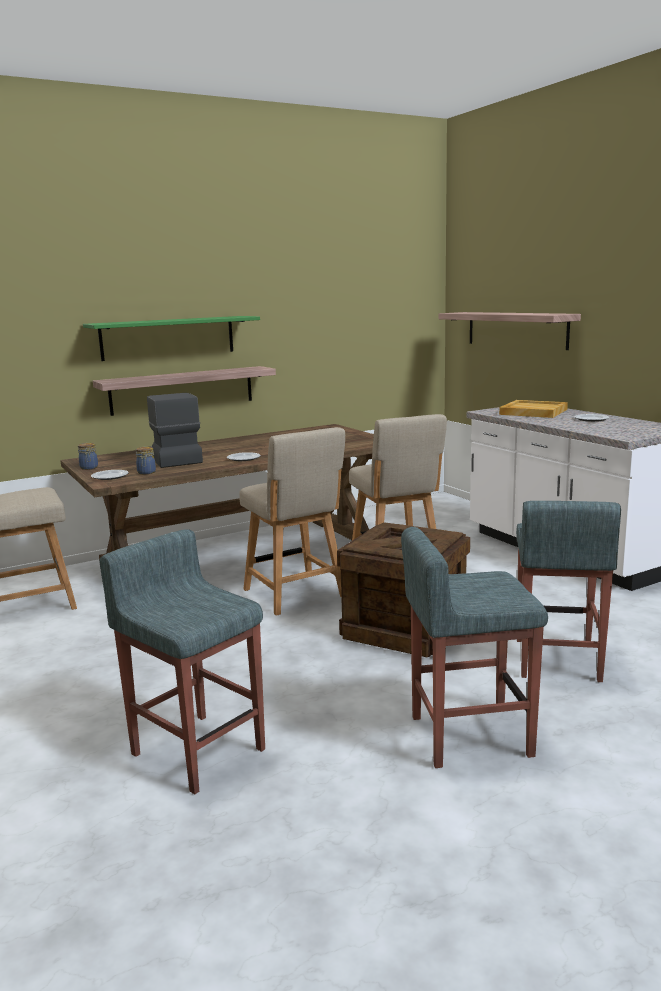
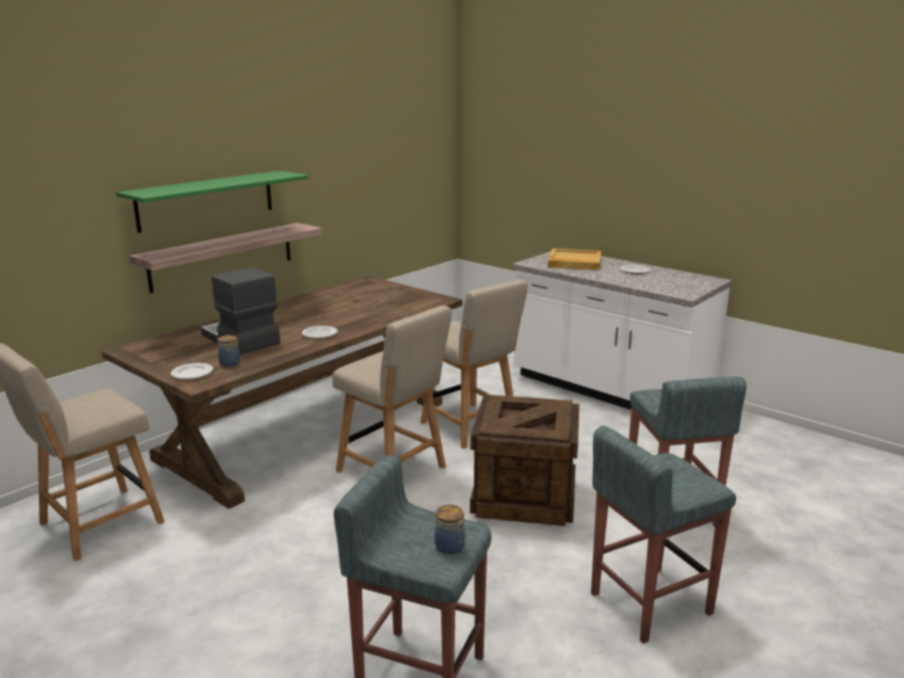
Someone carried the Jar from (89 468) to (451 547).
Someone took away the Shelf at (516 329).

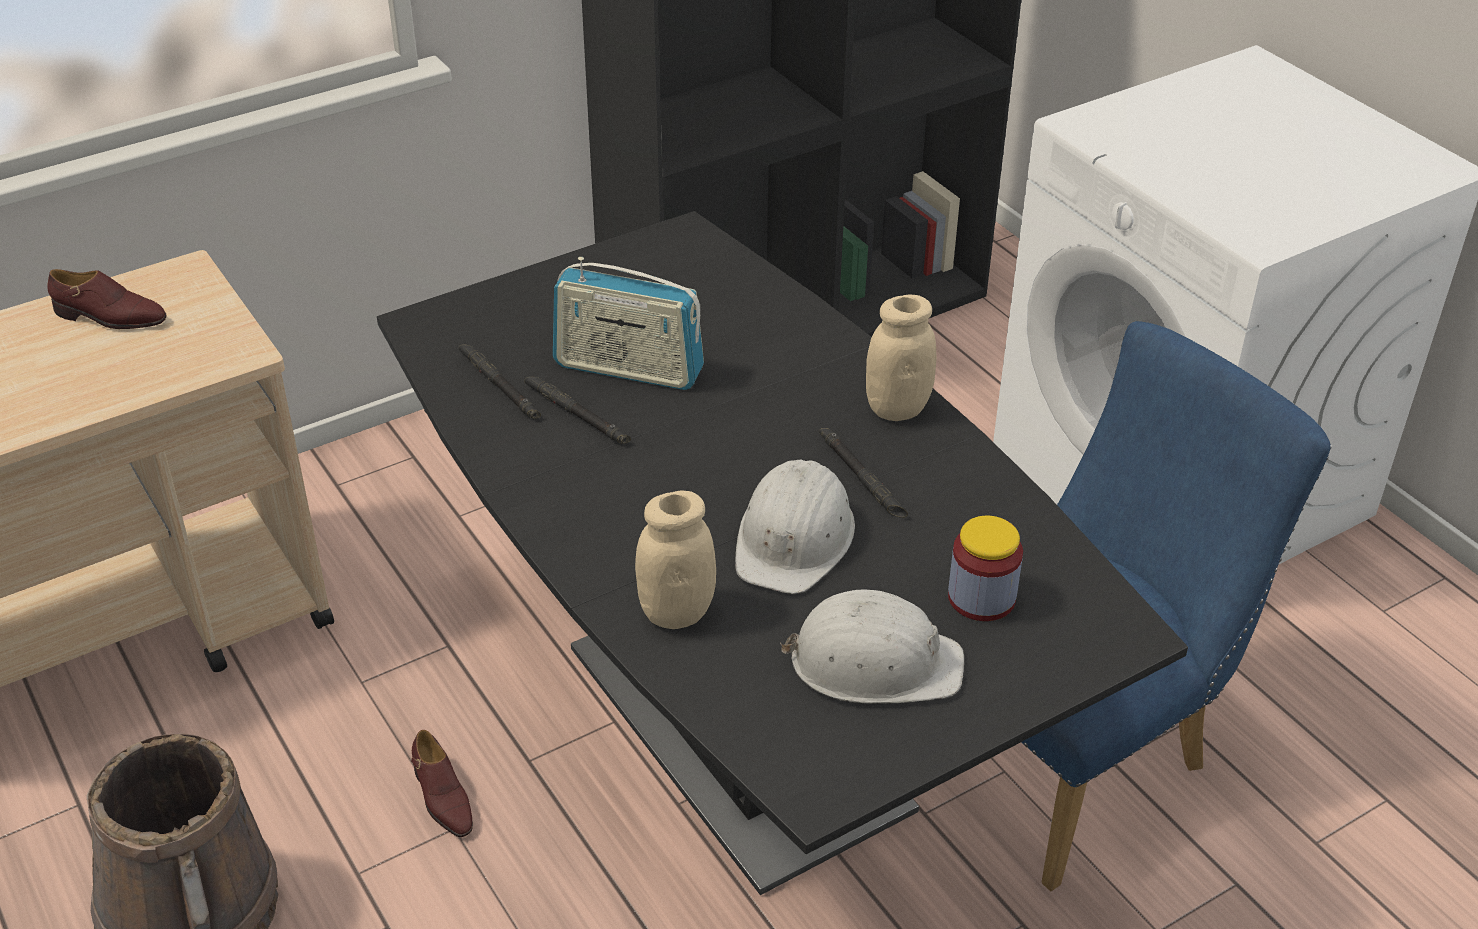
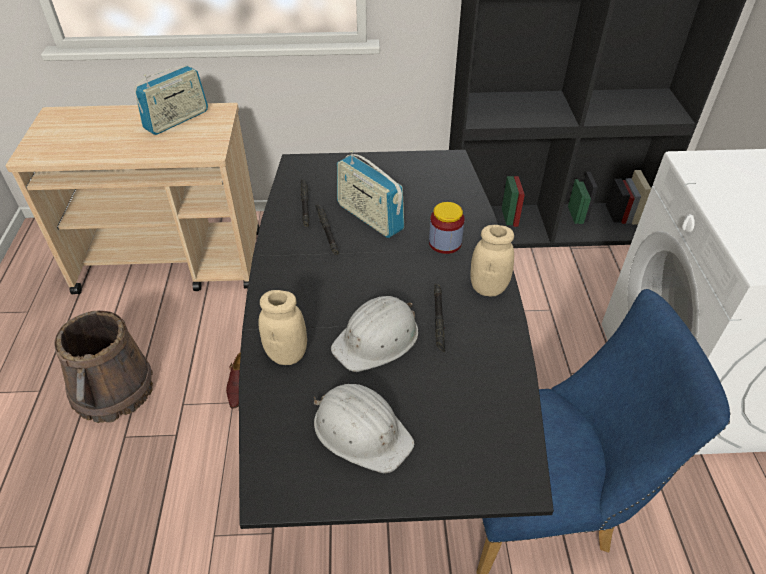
Someone swapped the BrownShoe at (110 317) for the Radio at (177 120).
Someone carried the Jar from (981 598) to (445 243).

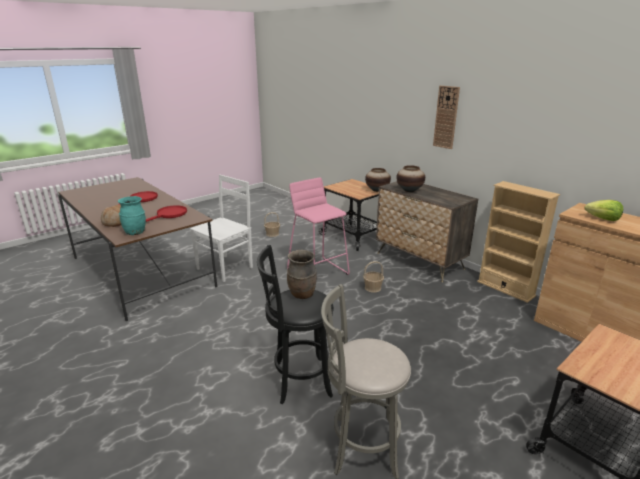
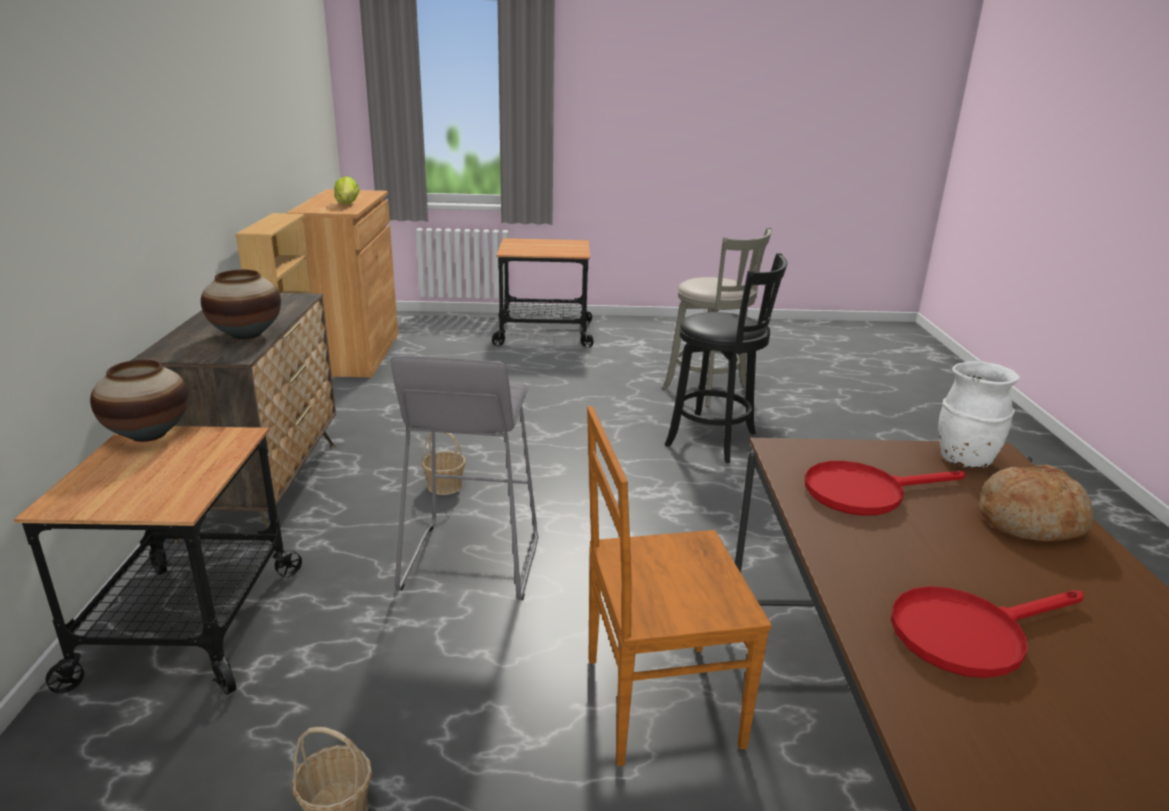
Someone repainted the TurquoiseVase at (135 232), which became the WhiteVase at (963 460).
Someone repainted the WhiteChair at (226 267), which became the BrownChair at (656 701).
Someone repainted the PinkStool at (318 272), which became the GreyStool at (470 562).
Someone took away the BrownVase at (302 295).
Someone took away the WallClock at (446 117).

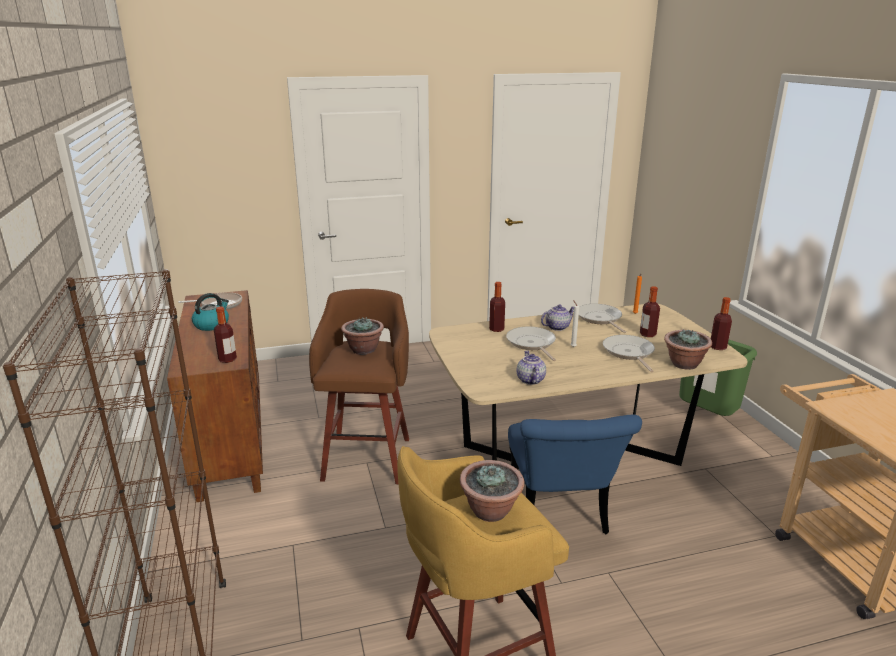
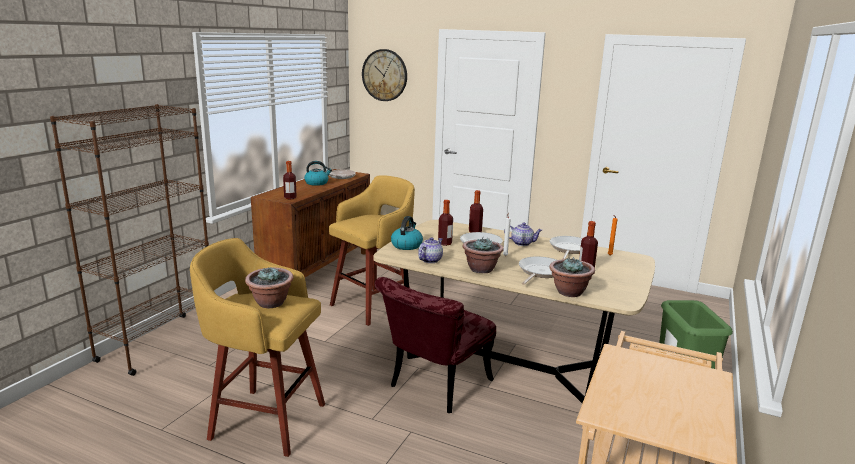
Someone repainted the BrownStool at (367 457), which became the YellowStool at (374 305).
Someone carried the PottedPlant from (363 350) to (481 269).
Someone repainted the BlueChair at (559 516), which became the RedChair at (434 388).
Someone carried the Bottle from (718 347) to (445 243).
Someone put up the WallClock at (384 75).
Someone put down the Kettle at (406 245).

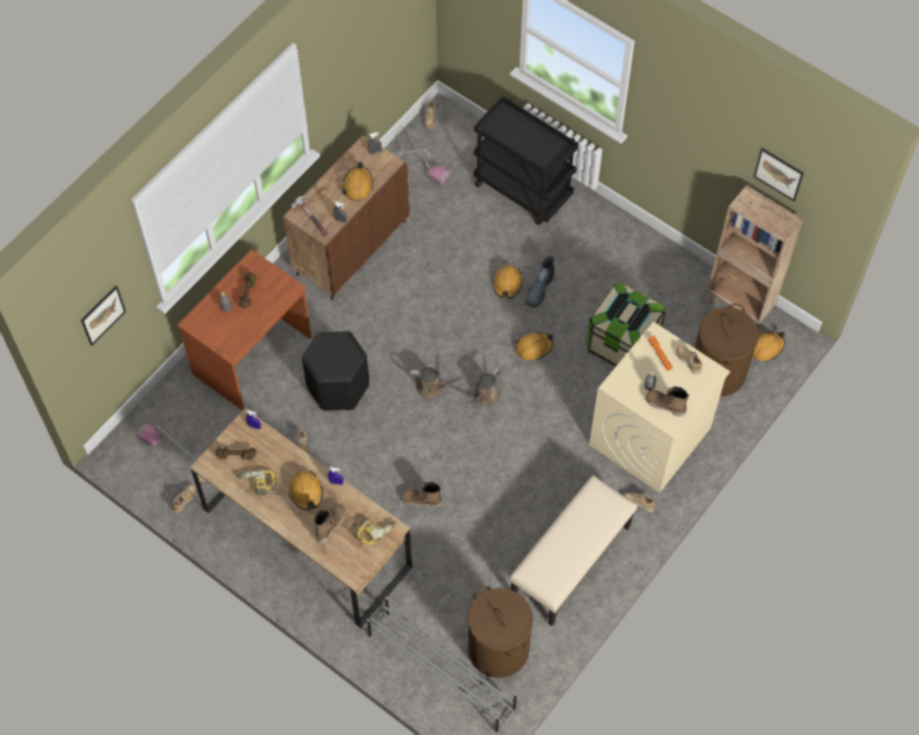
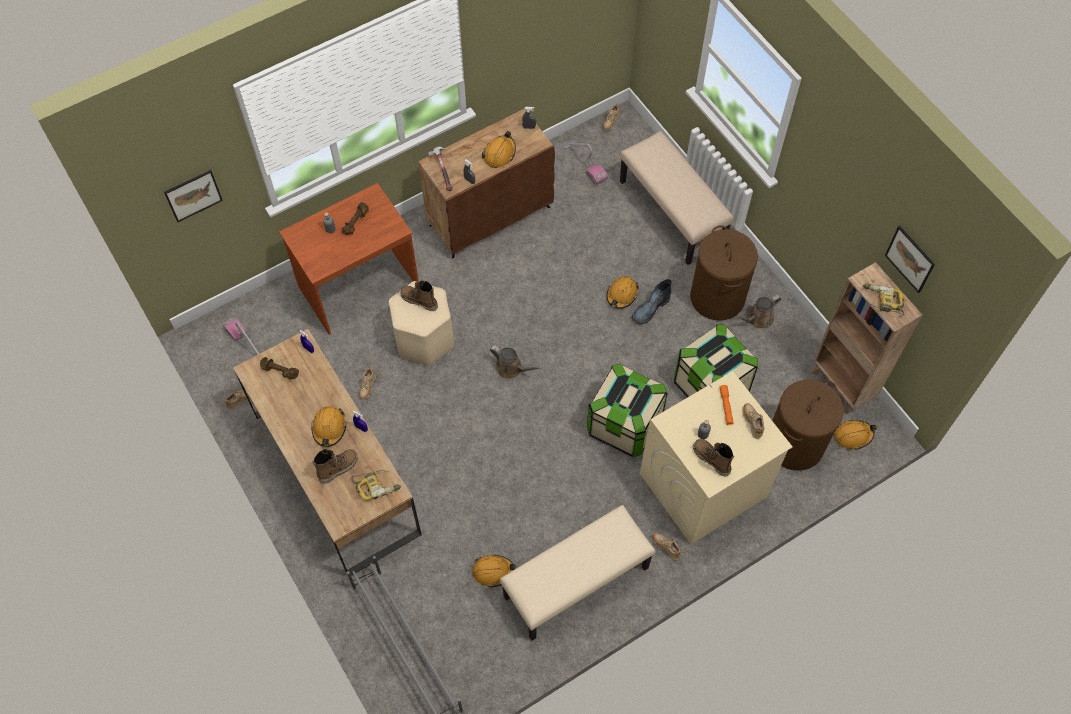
Someone carried the PowerDrill from (258 485) to (882 301).
Someone repainted the BlackStool at (338 386), which became the BeigeStool at (424 340).
Someone carried the Boot from (422 501) to (419 301).
Someone carried the BrownWateringCan from (484 395) to (758 319).
Someone carried the BrownLaundryBasket from (498 649) to (717 297).
Someone swapped the BlackCart at (524 191) for the BeigeBench at (672 212).
Someone carried the OrangeHardHat from (533 347) to (493 571).
Someone put down the StorageBox at (624 424).

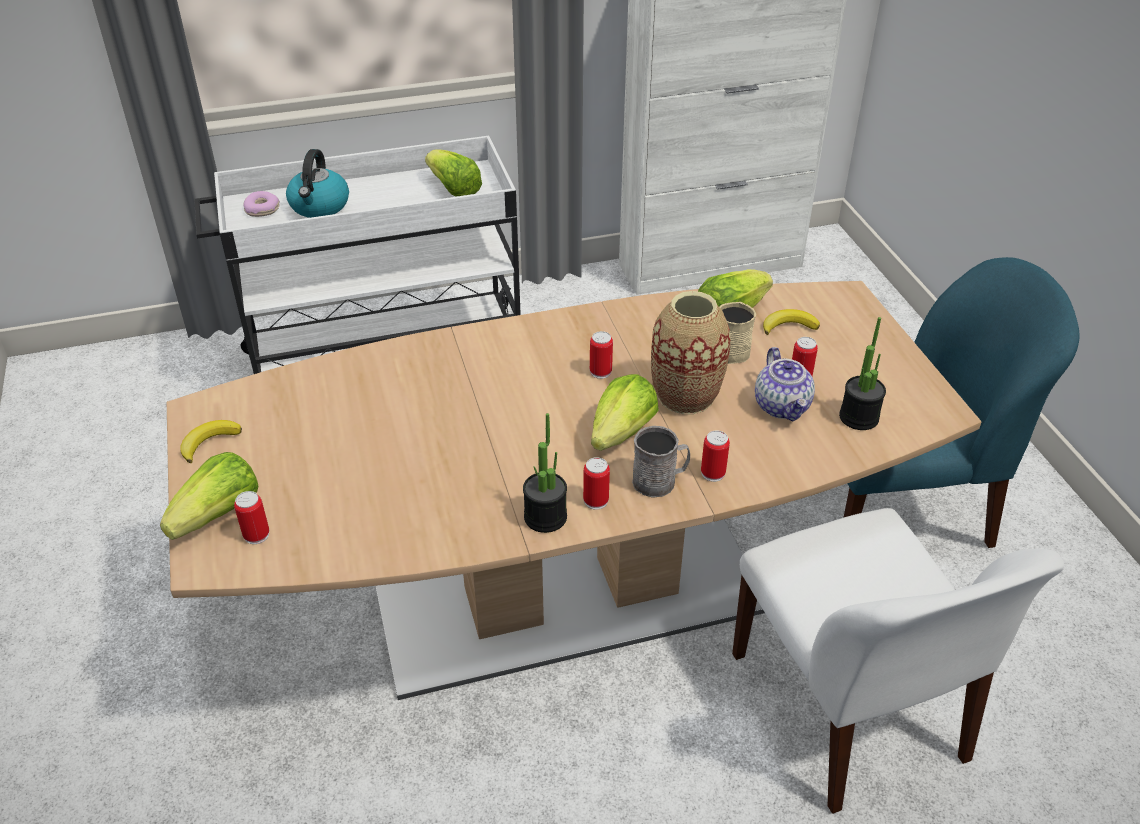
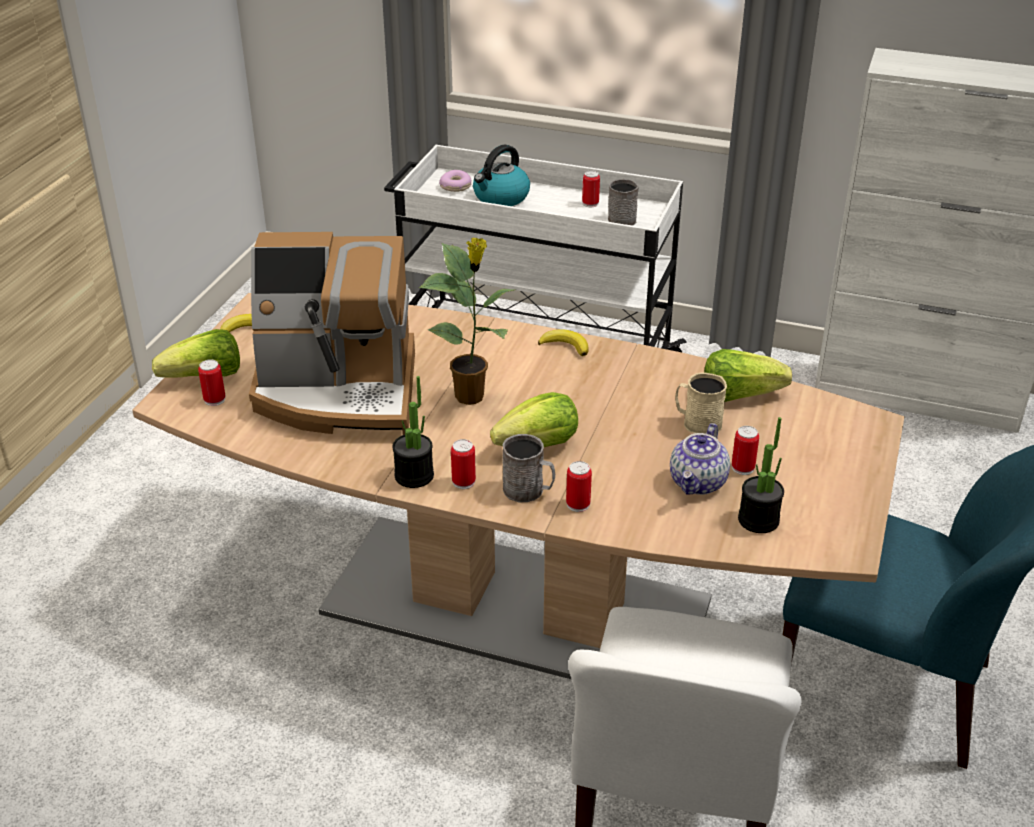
Someone swapped the Lettuce at (453 189) for the GreyMug at (621 218).
Someone carried the Can from (600 372) to (590 203).
Someone took away the Vase at (685 395).
Someone carried the Banana from (788 326) to (565 345).
Someone put down the CoffeeMachine at (338 392).
Someone put down the PottedPlant at (471 396).

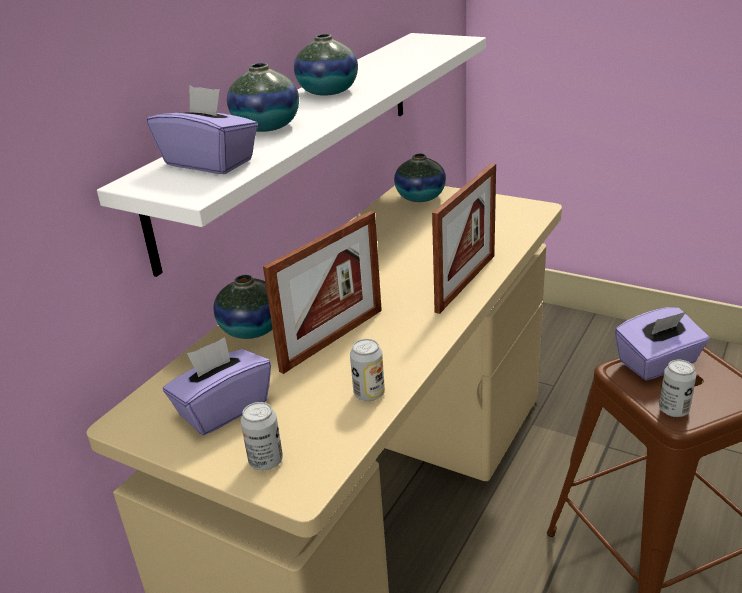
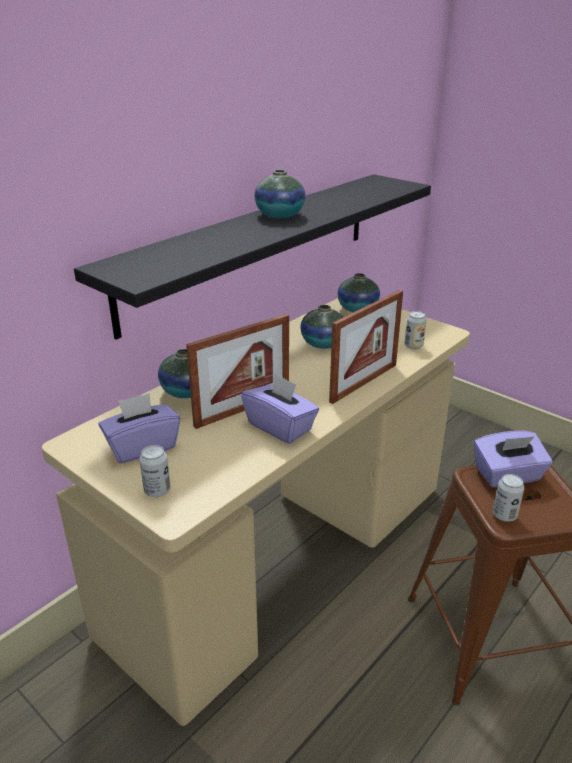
Someone repainted the WhiteShelf at (297 136), which became the BlackShelf at (254 247).
Someone carried the PurpleTissueBox from (210 162) to (280 427).
Someone carried the Vase from (266 127) to (323 343).
Someone carried the Can from (369 394) to (413 346).

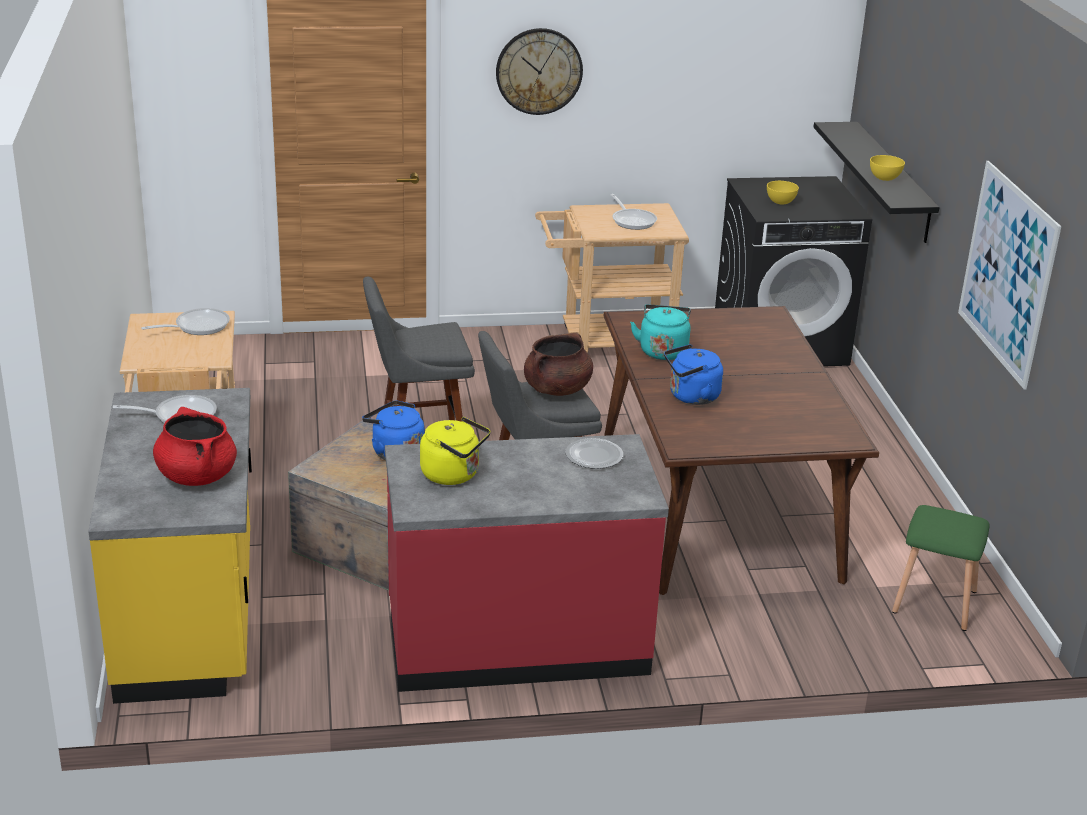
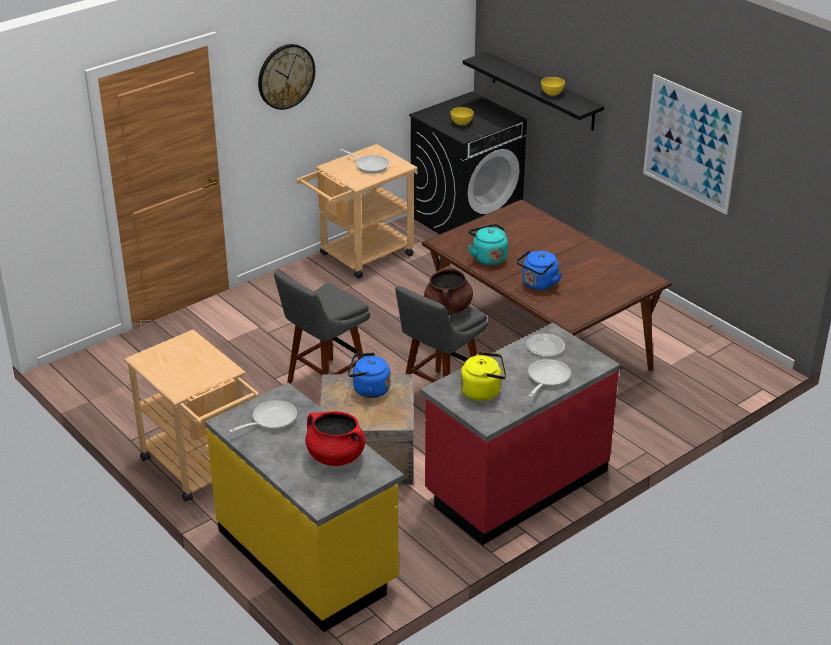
Someone carried the FryingPan from (197 326) to (547 378).
Someone took away the GreenStool at (935 602).

